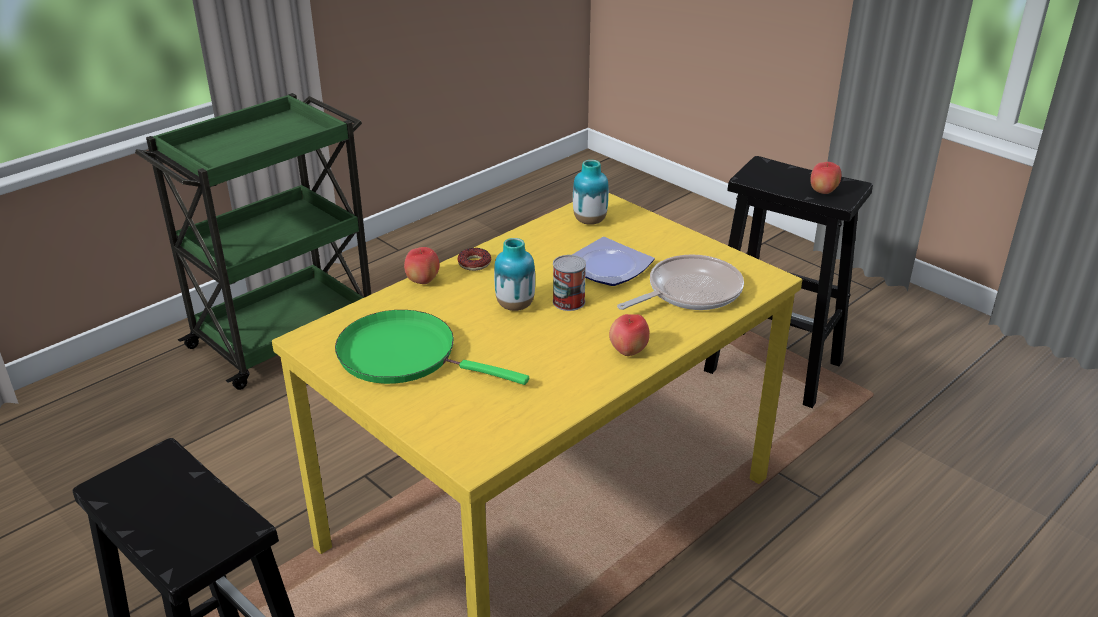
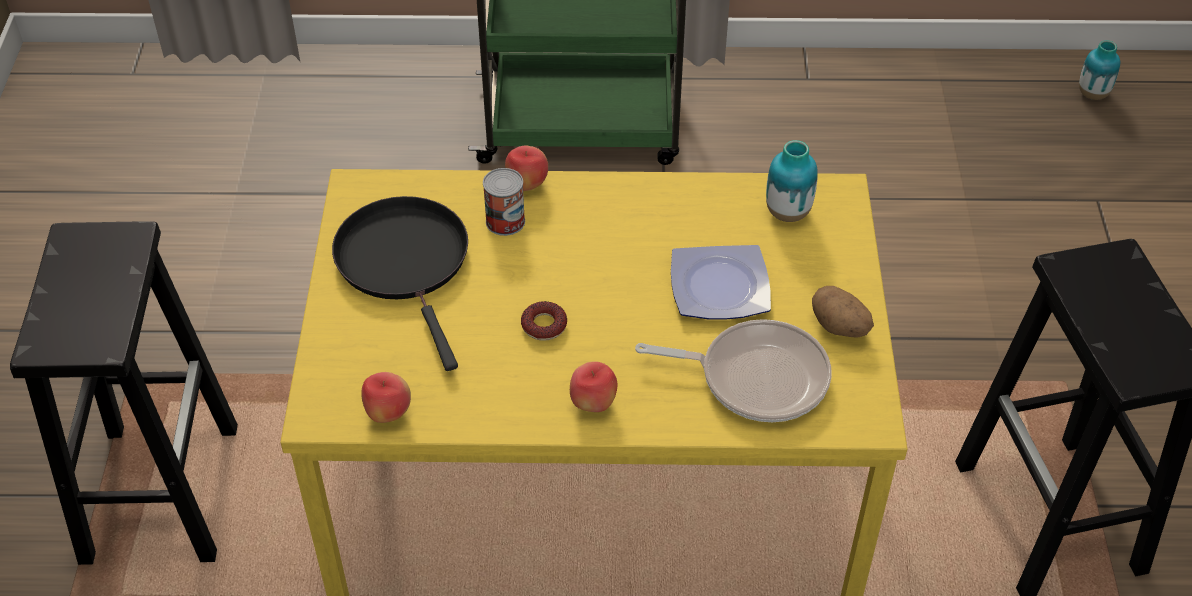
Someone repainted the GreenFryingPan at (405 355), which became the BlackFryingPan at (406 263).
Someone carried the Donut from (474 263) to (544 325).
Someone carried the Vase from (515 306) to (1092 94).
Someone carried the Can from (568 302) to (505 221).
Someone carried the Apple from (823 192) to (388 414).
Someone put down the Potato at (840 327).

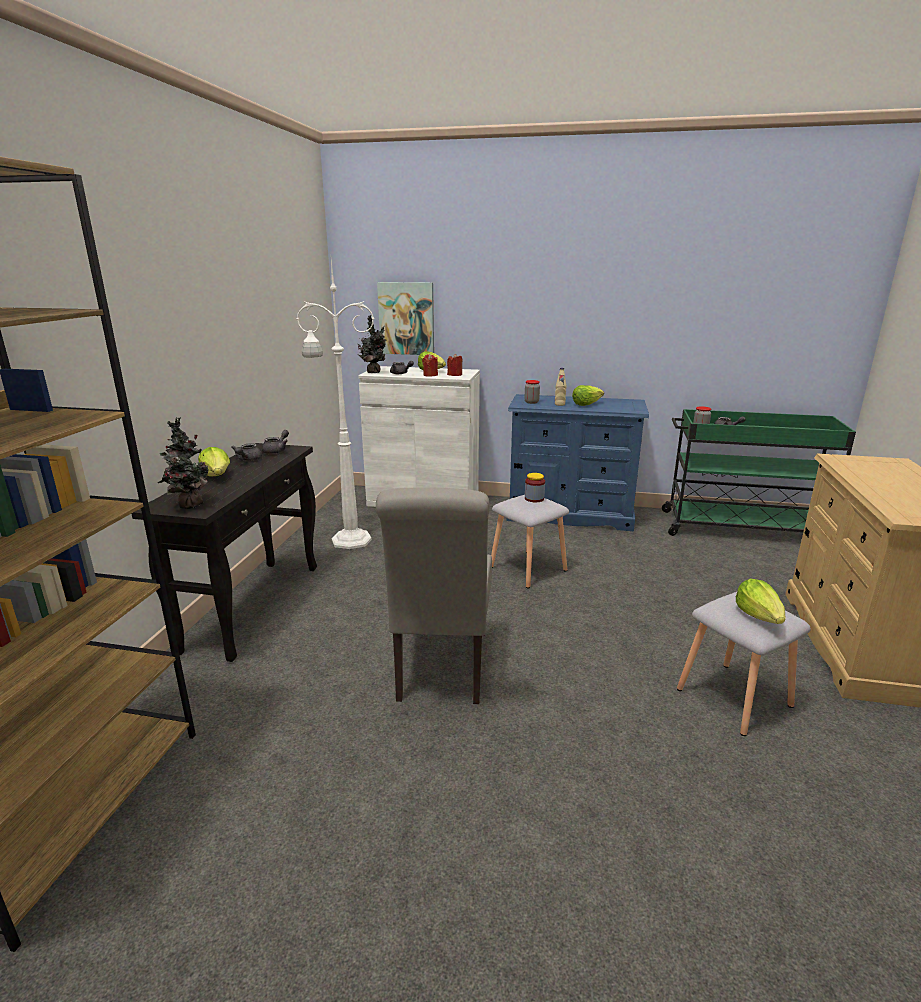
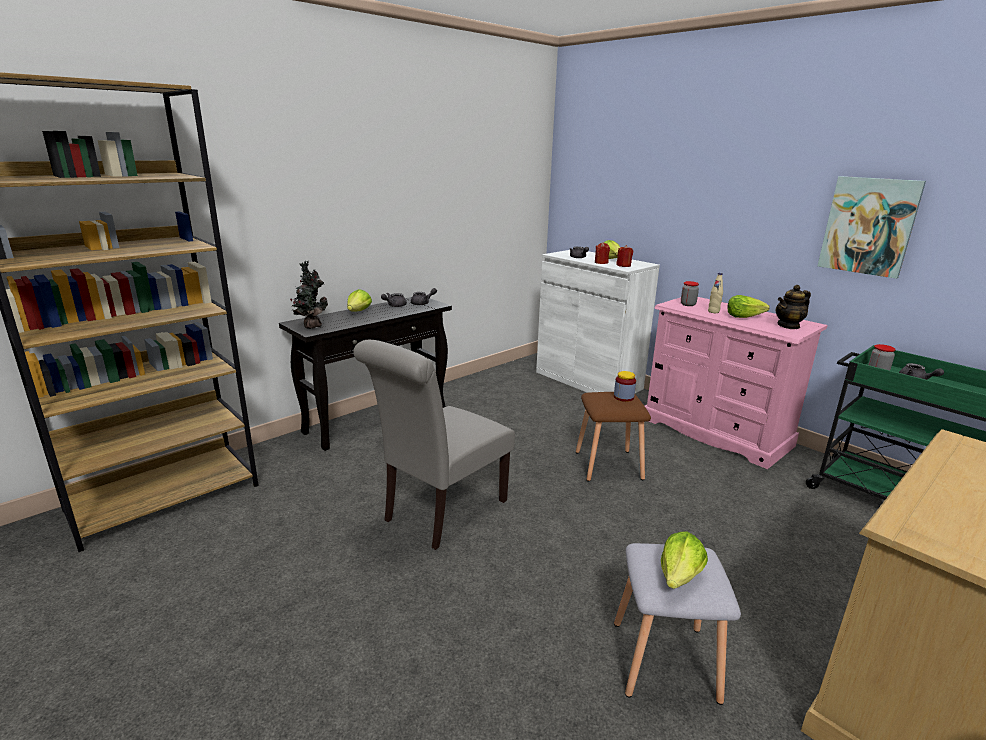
Someone took away the WhiteFloorLamp at (349 540).
Someone took away the PottedPlant at (374 372).
Someone carried the Picture from (406 318) to (869 226).
Someone repainted the GreyStool at (527 569), which became the BrownStool at (607 465).
Someone repainted the BlueDresser at (570 514), which became the PinkDresser at (715 432).
Someone put down the Teapot at (788 326).

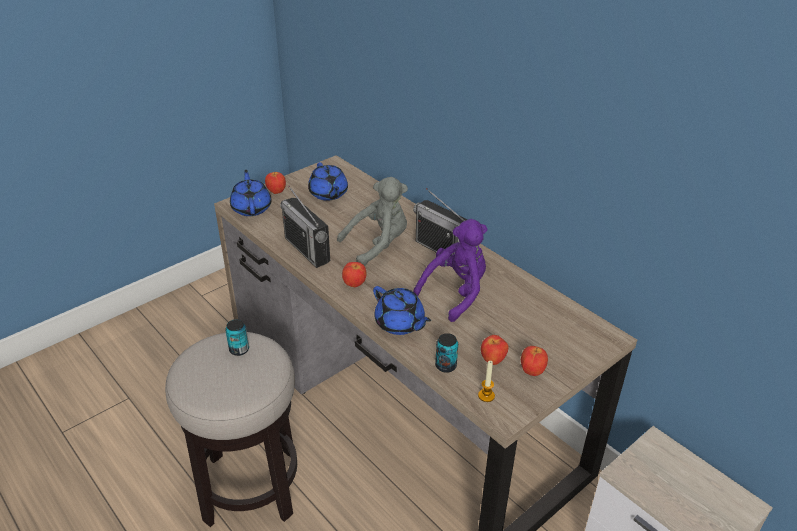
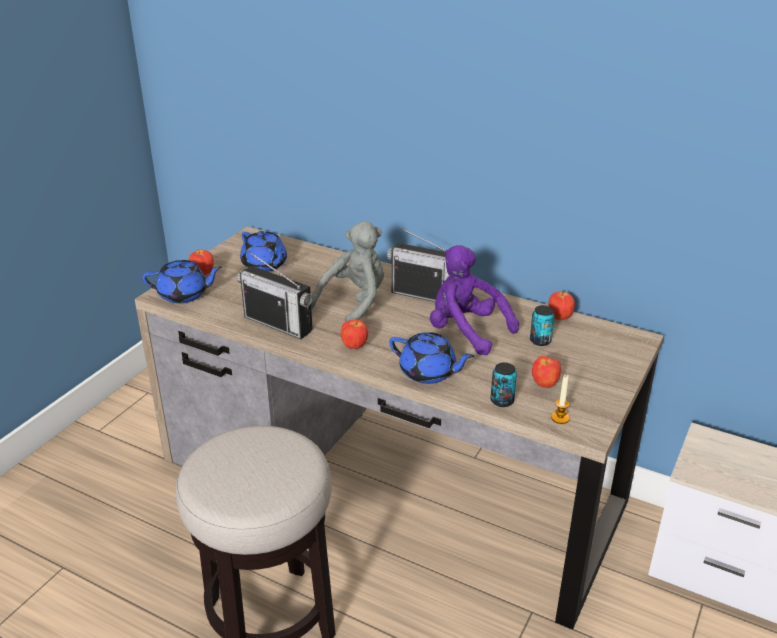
Someone carried the Can from (239 350) to (540 341).
Someone rotated the BlueTeapot at (251 208) by 120 degrees clockwise.
Someone rotated the PurplePlushToy at (455 293) by 75 degrees counterclockwise.
Someone carried the Apple from (531 371) to (559 317).

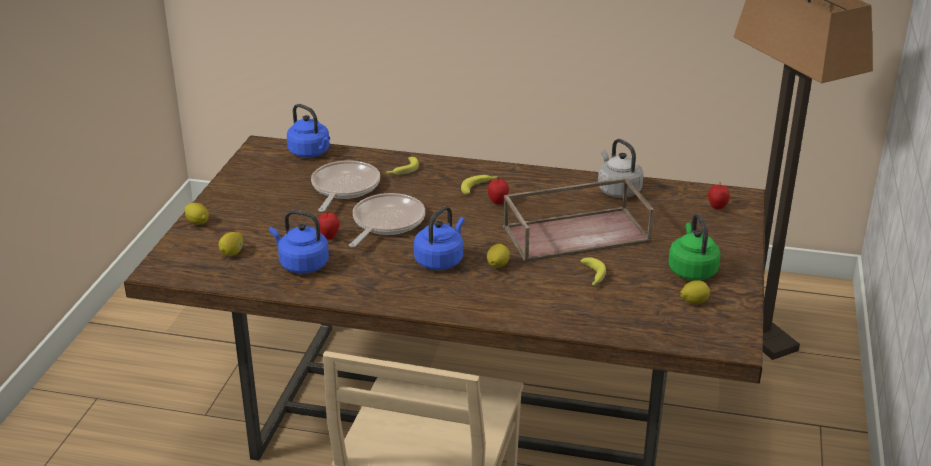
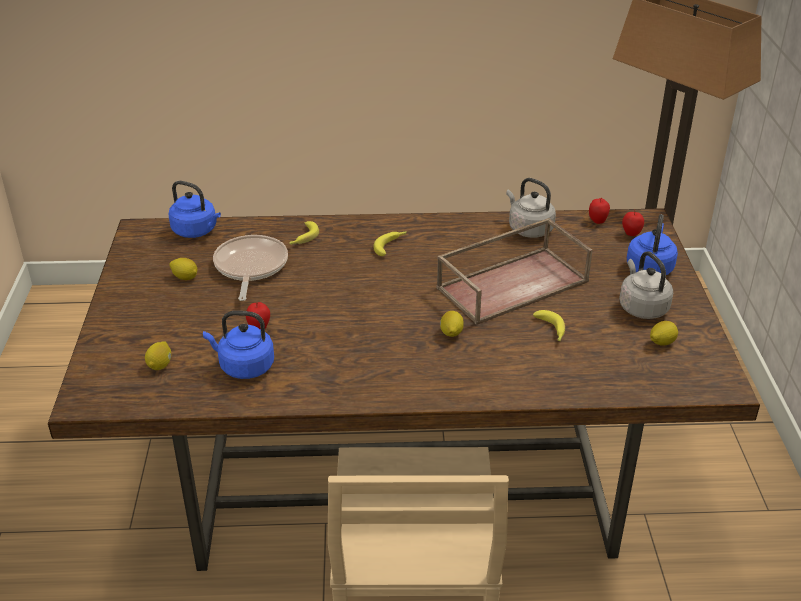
Someone carried the Lemon from (197 222) to (185 277).
Someone took away the FryingPan at (386 222).
Someone carried the BlueKettle from (440 260) to (650 267).
Someone carried the Apple from (498 202) to (597 221).
Someone repainted the GreenKettle at (691 270), which became the GreyKettle at (641 307).

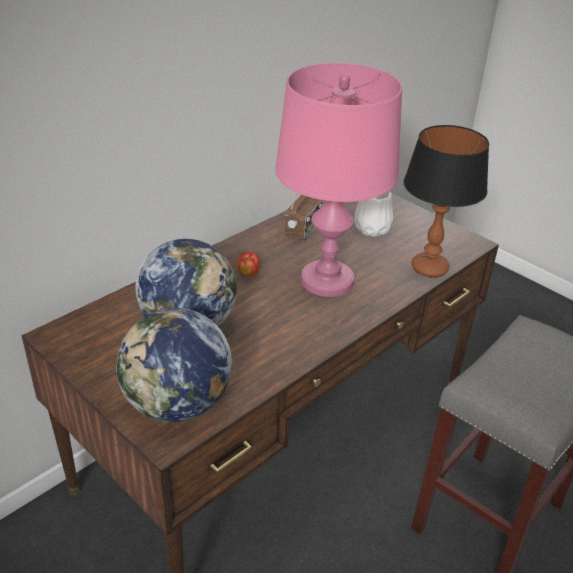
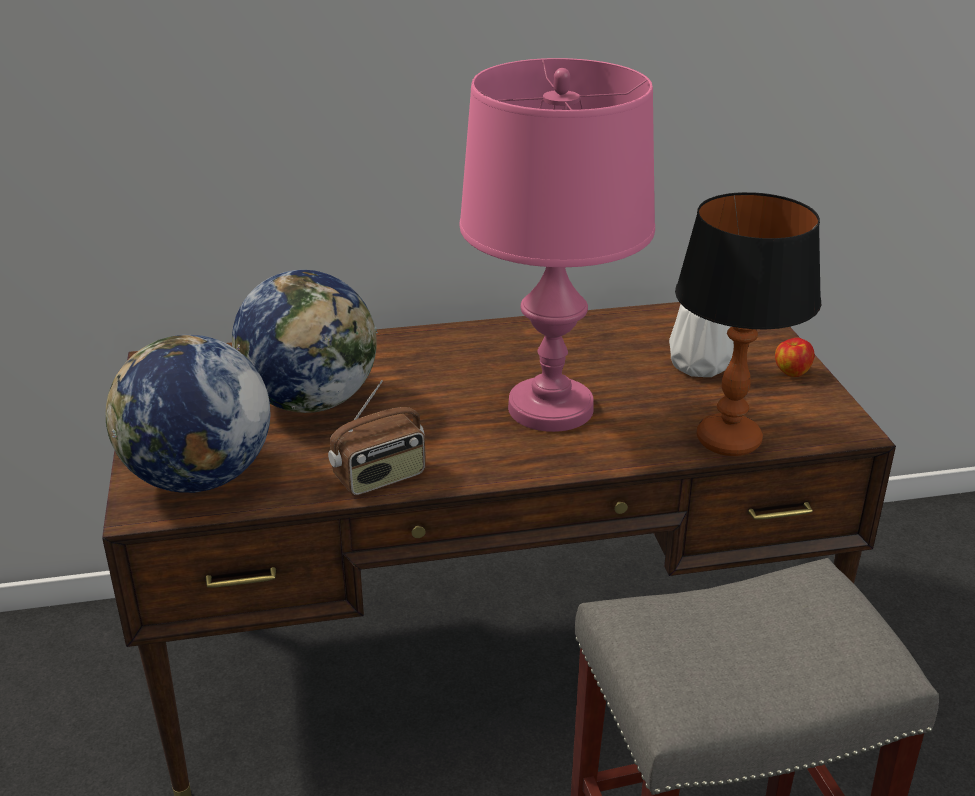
Someone carried the Apple from (248 273) to (791 372).
Someone carried the Radio from (303 230) to (380 478).

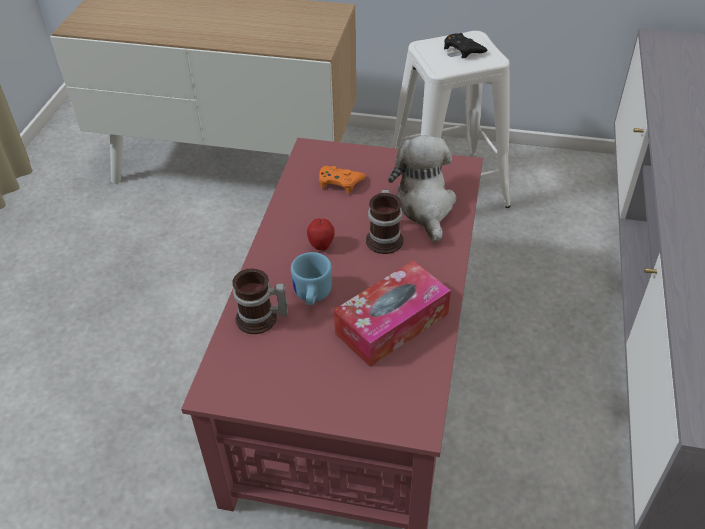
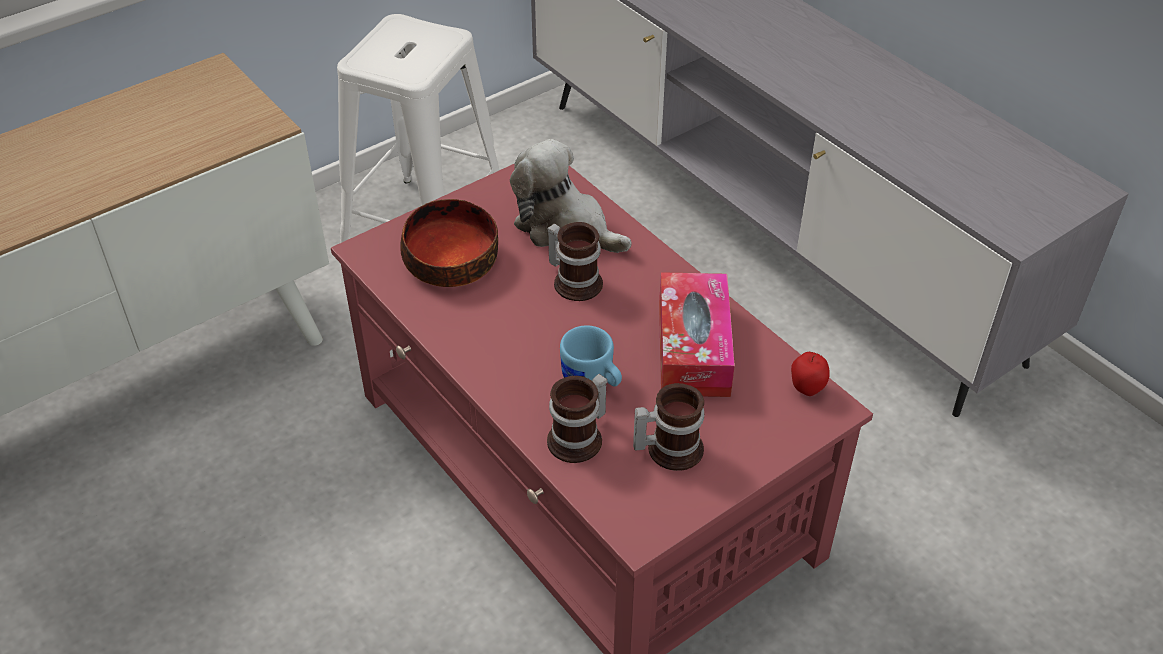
Someone carried the Apple from (321 246) to (807 389).
Someone swapped the OrangeGameController at (340 182) for the Bowl at (450 261).
Someone took away the BlackGameController at (463 49).
Someone put down the Mug at (669 447).

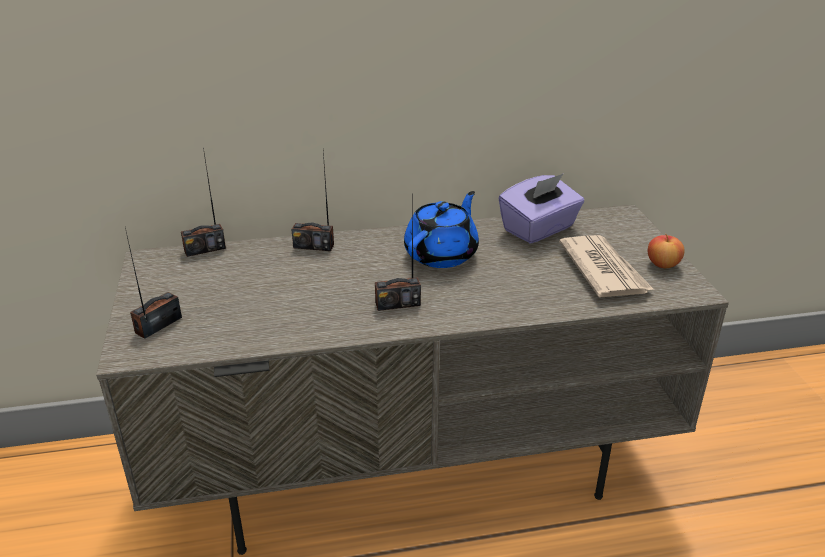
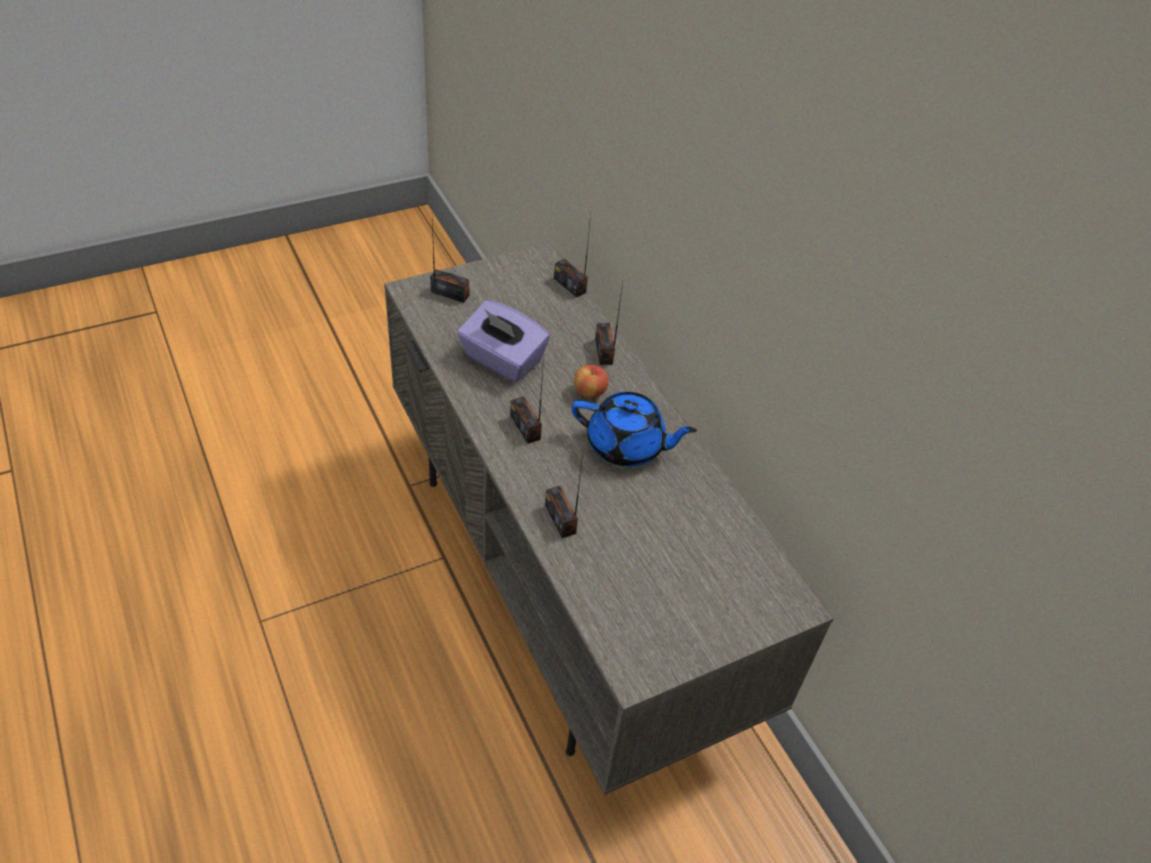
Someone carried the PurpleTissueBox from (539 229) to (502 360).
Someone took away the Newspaper at (603 270).
Someone carried the Apple from (663 264) to (589 392).
Someone put down the Radio at (560 519).

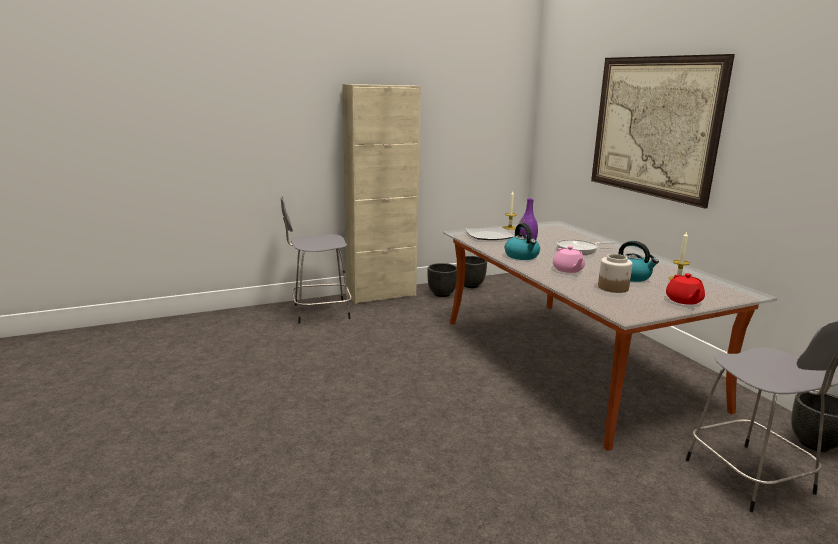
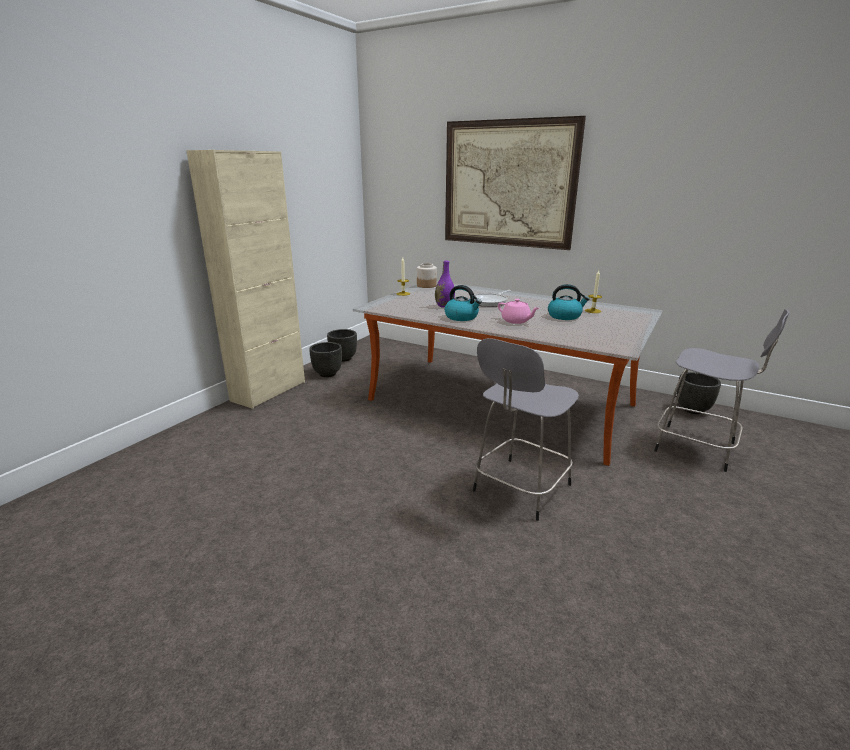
Someone carried the GreyStool from (319 312) to (520 489).
Someone took away the Plate at (489 236).
Someone carried the Jar from (613 287) to (426 285).
Someone took away the RedTeapot at (684 300).

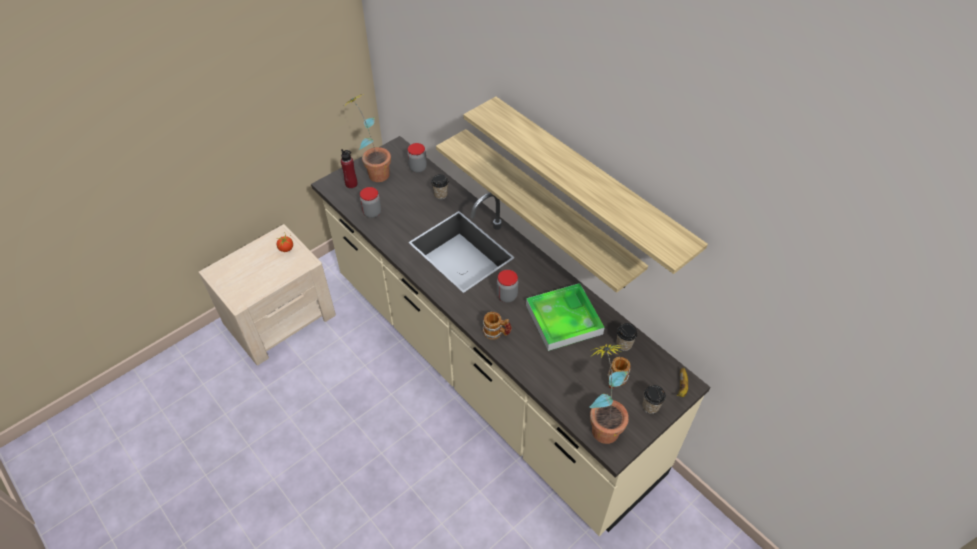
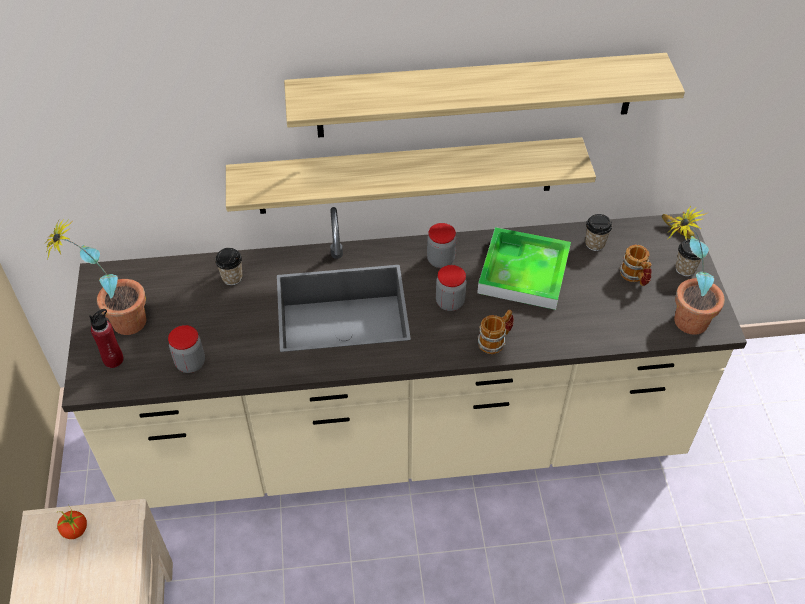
Someone carried the Jar from (418 168) to (440 260).

